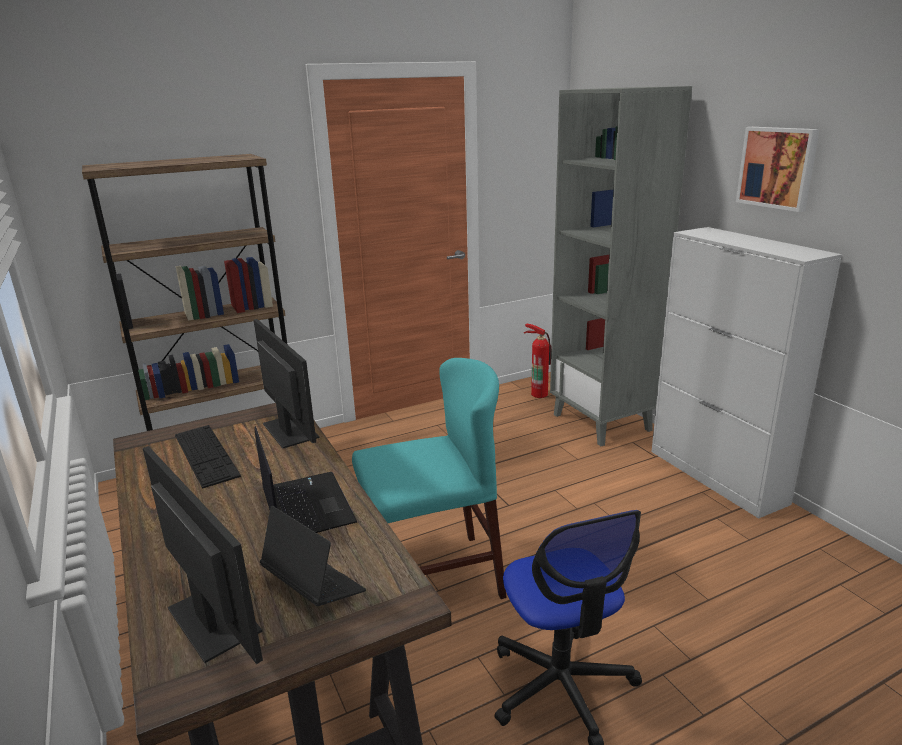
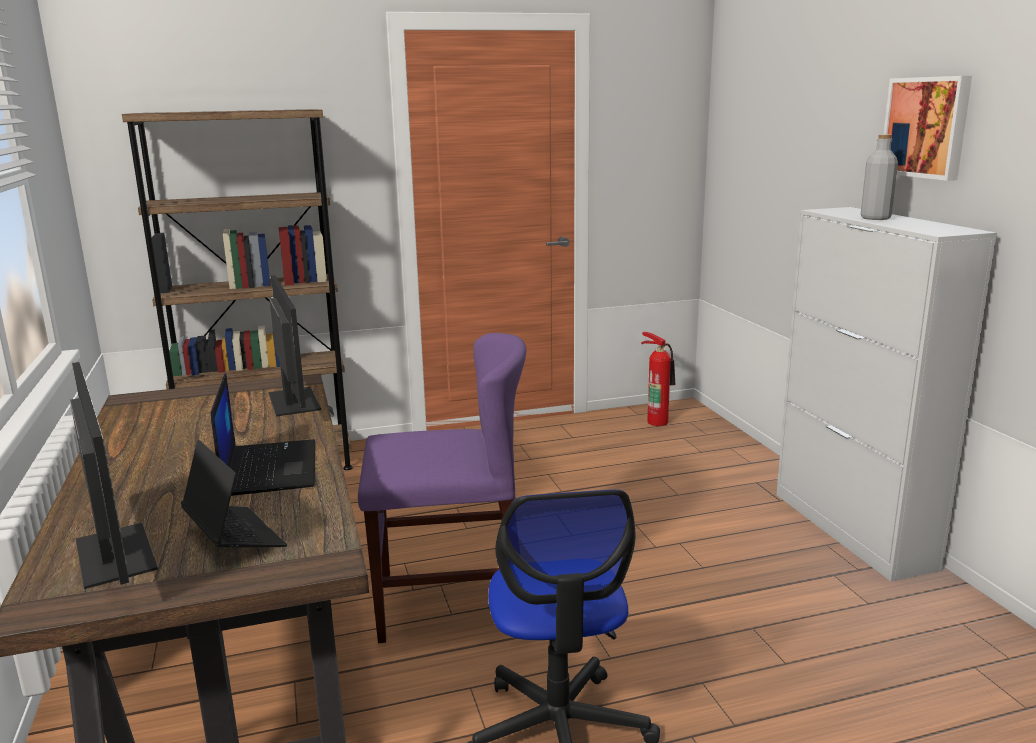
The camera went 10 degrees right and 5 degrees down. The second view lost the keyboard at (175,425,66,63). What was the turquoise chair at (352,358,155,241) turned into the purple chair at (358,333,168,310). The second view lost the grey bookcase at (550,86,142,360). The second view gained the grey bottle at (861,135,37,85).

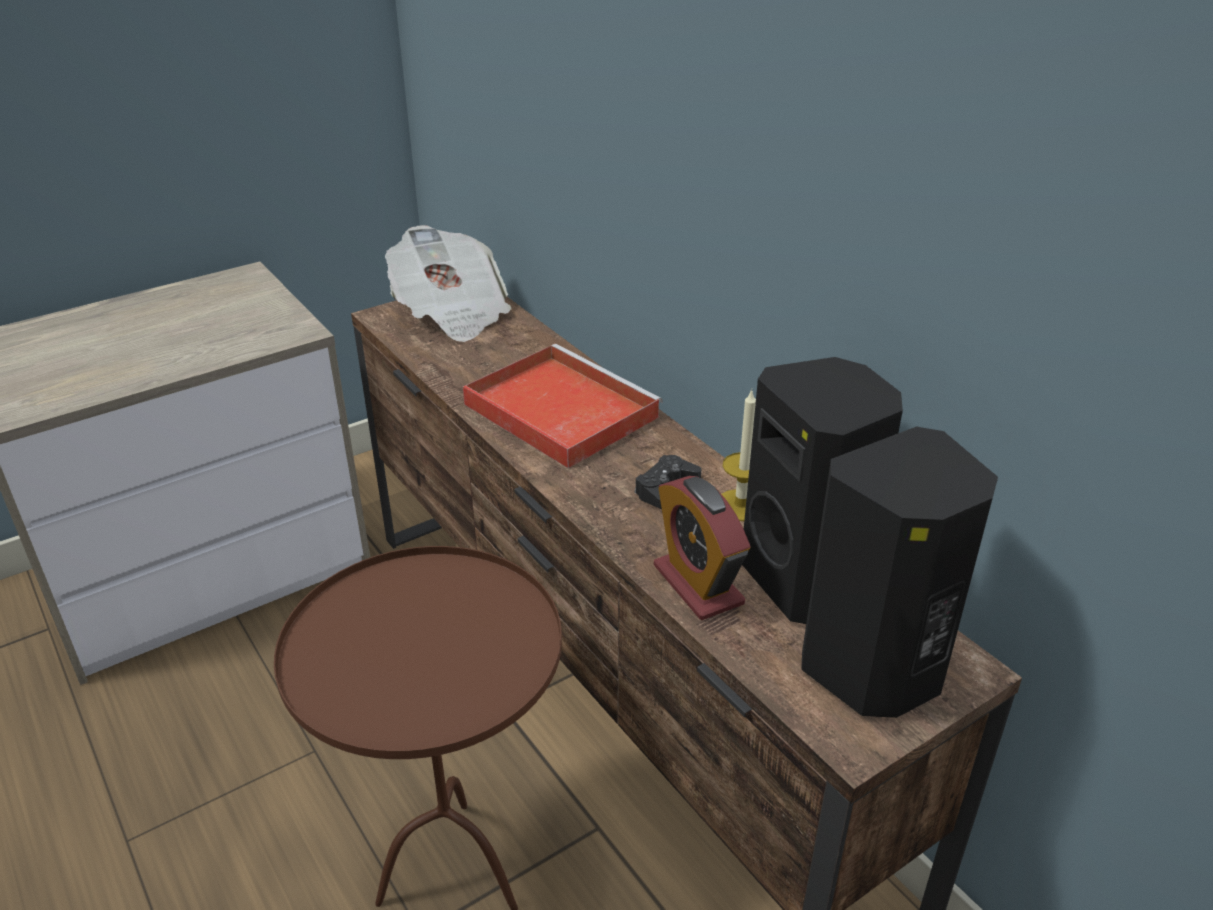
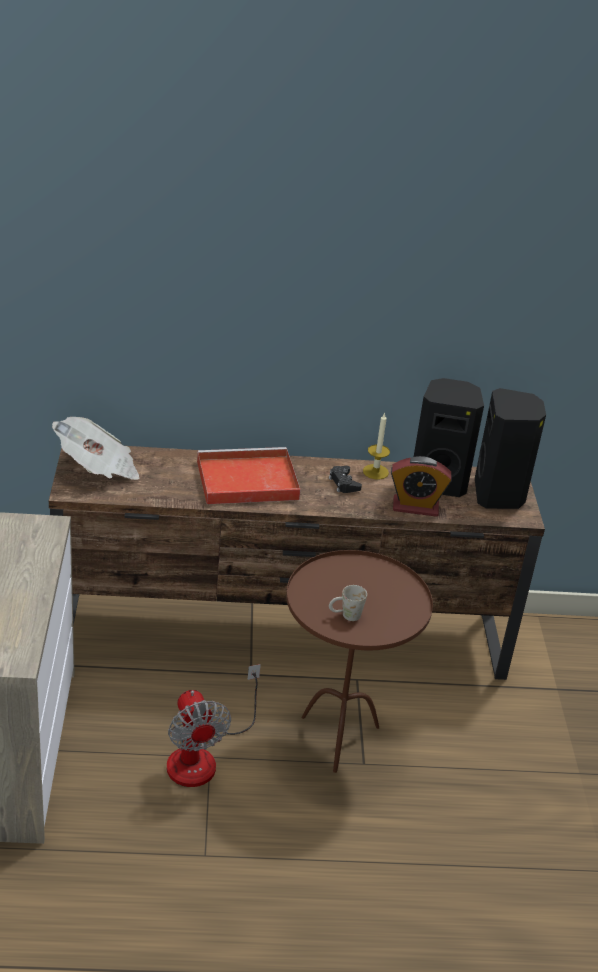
The camera went 60 degrees left and 0 degrees up. The second view gained the fan at (167,664,94,123). The second view gained the white mug at (329,585,38,36).

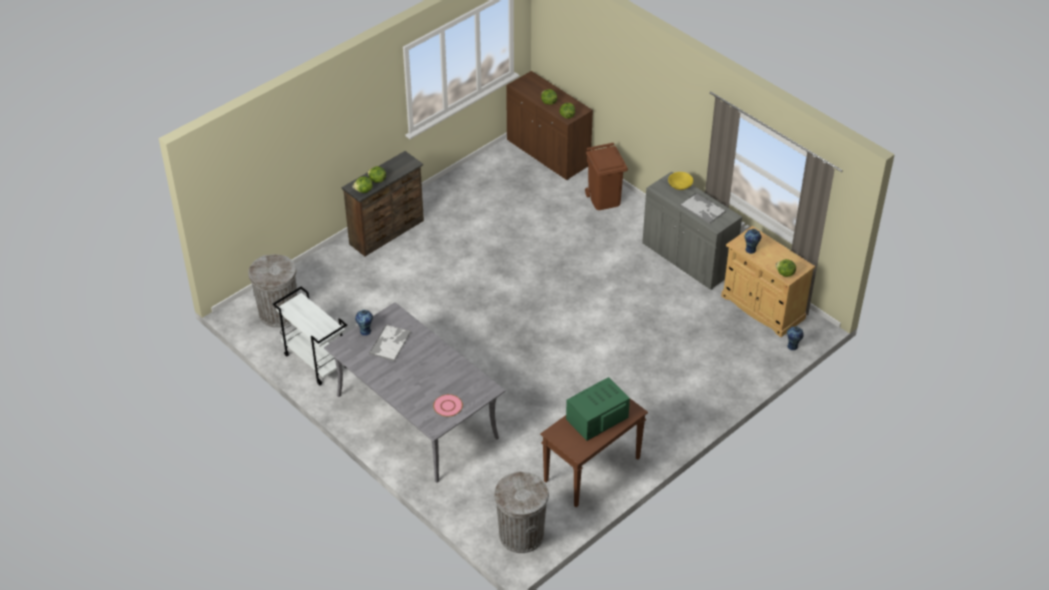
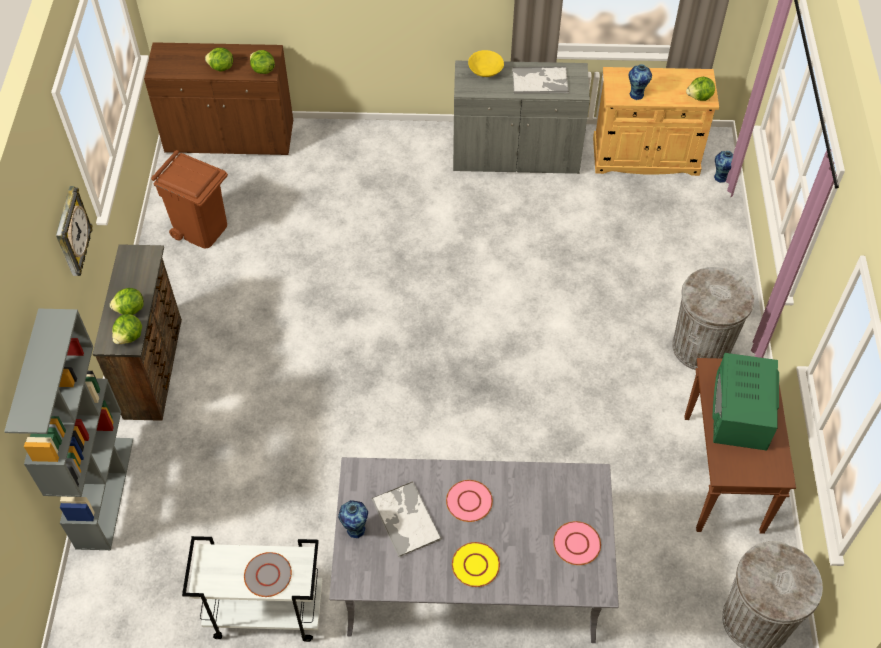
The camera went 45 degrees left and 10 degrees up. The grey trash can ended up elsewhere, having gone from (248,254,49,73) to (672,267,82,103). The brown trash can ended up elsewhere, having gone from (585,143,43,67) to (151,150,77,99). The second view gained the grey bookcase at (4,309,129,241). The second view gained the wall clock at (56,186,37,90). The second view gained the grey plate at (244,552,48,45). The second view gained the pink plate at (446,480,47,42). The second view gained the yellow plate at (452,542,48,45).

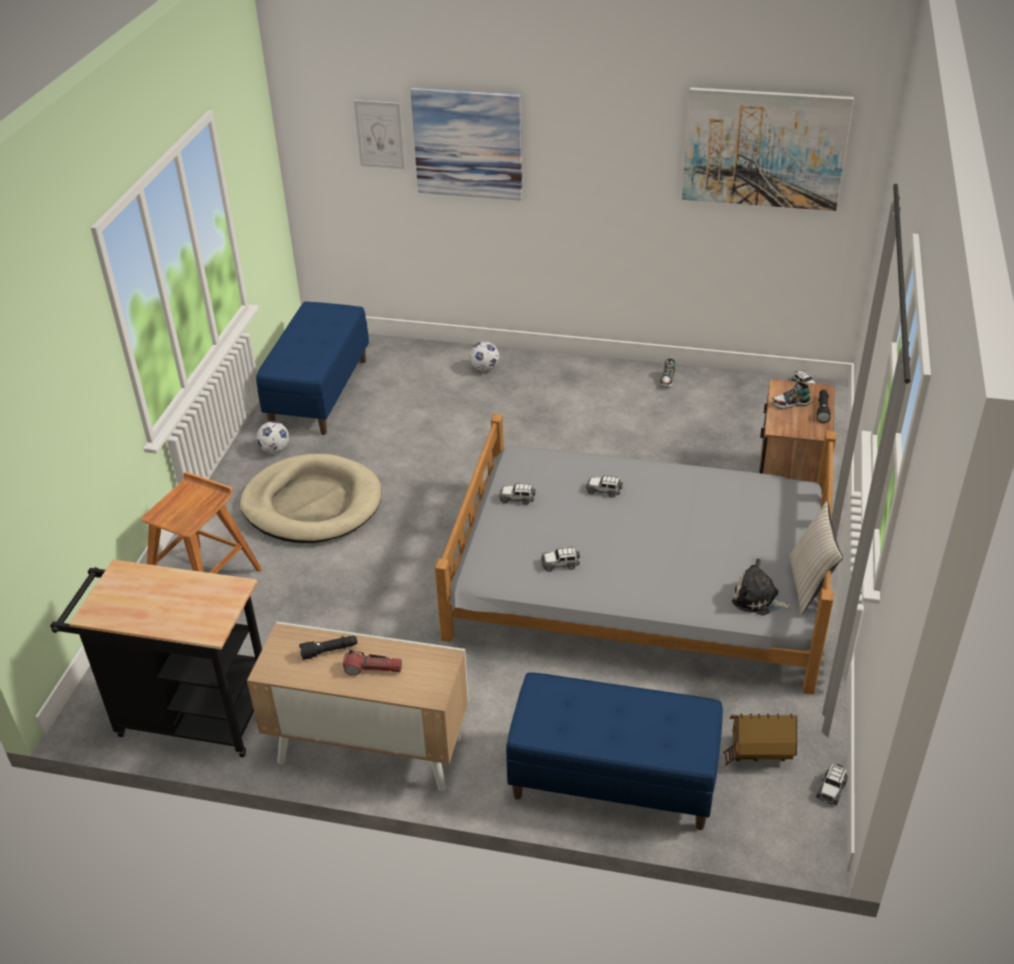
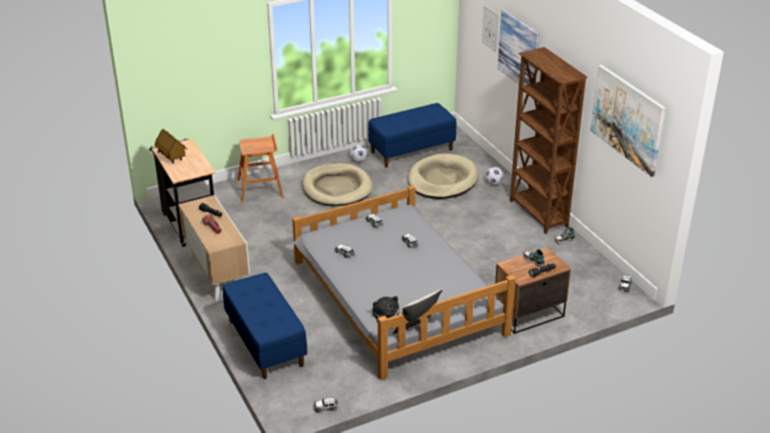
The camera went 50 degrees right and 5 degrees down. The toy house ended up elsewhere, having gone from (723,714,74,51) to (155,129,32,34). The second view gained the beige dog bed at (408,153,70,46). The second view gained the brown bookcase at (510,47,78,187).

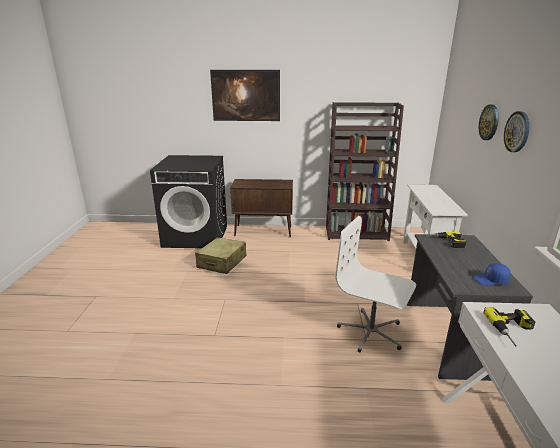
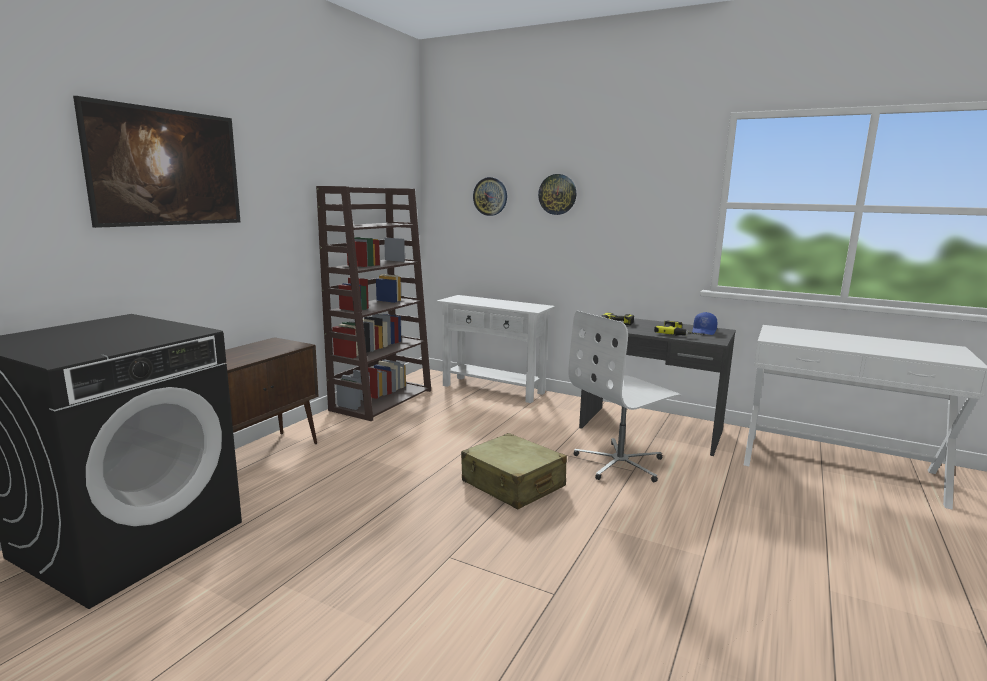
The camera went 65 degrees left and 10 degrees down. The beige suitcase ended up elsewhere, having gone from (195,237,51,37) to (461,433,106,76). The power drill ended up elsewhere, having gone from (484,307,51,40) to (654,320,50,15). The wall clock ended up elsewhere, having gone from (504,111,26,41) to (473,177,34,39).

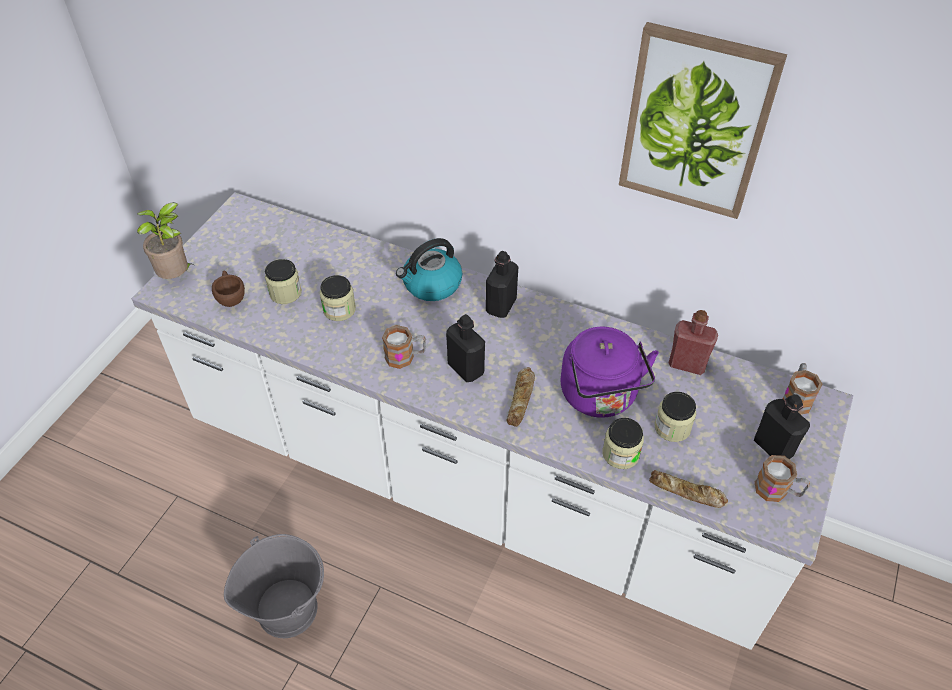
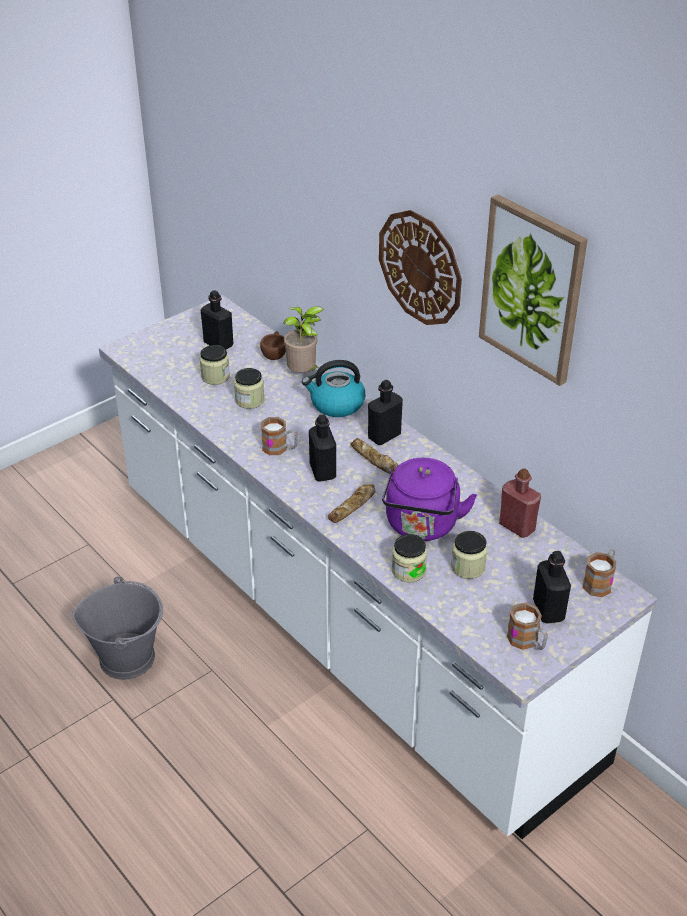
The camera went 25 degrees right and 10 degrees down. The potted plant ended up elsewhere, having gone from (137,202,56,77) to (284,306,40,66). The brown cup ended up elsewhere, having gone from (212,270,33,37) to (260,331,26,29). The bread ended up elsewhere, having gone from (649,470,79,38) to (350,438,48,36). The second view gained the black bottle at (201,290,32,60). The second view gained the wall clock at (379,210,83,115).

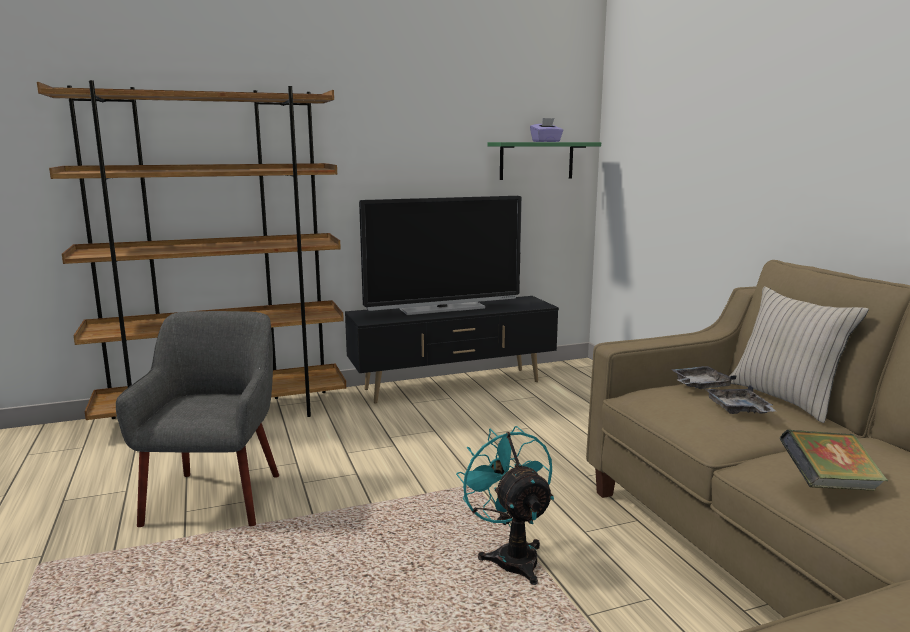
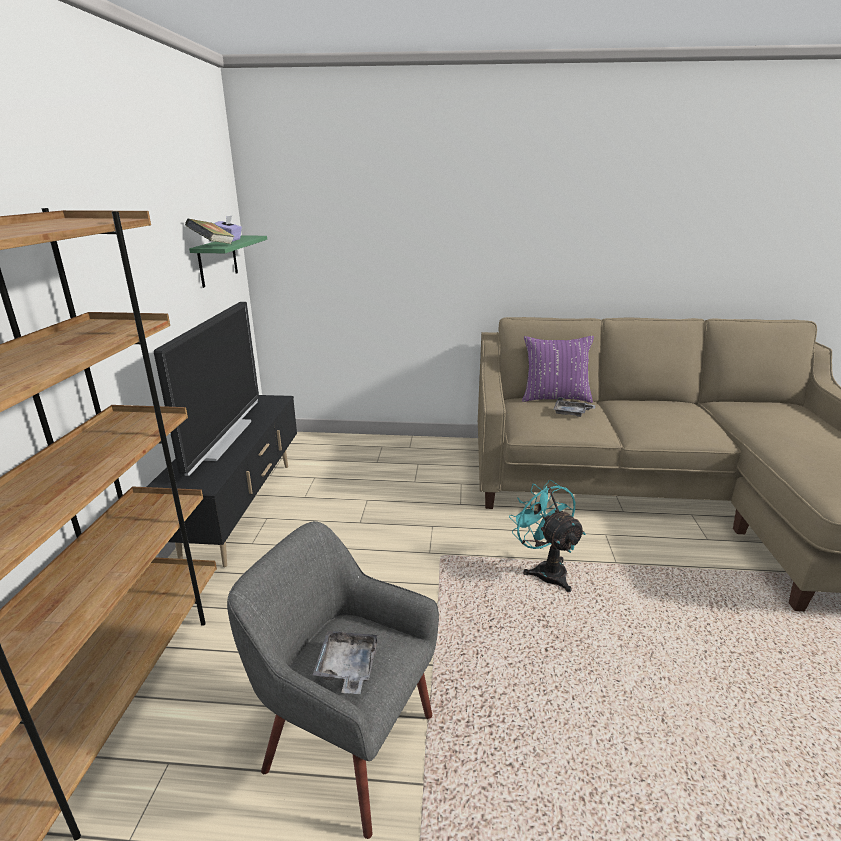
The camera went 65 degrees left and 10 degrees up. The turquoise fan at (456,426,98,159) ended up facing another way, 60 degrees clockwise from before. The grey tray ended up elsewhere, having gone from (672,366,65,23) to (313,631,65,63). What was the beige pillow at (730,286,139,137) turned into the purple pillow at (522,336,72,67). The book ended up elsewhere, having gone from (780,430,108,61) to (185,218,50,26).

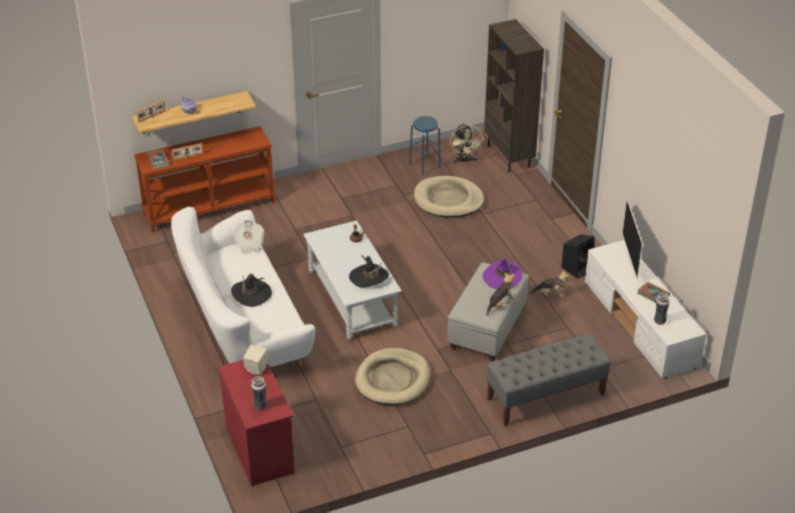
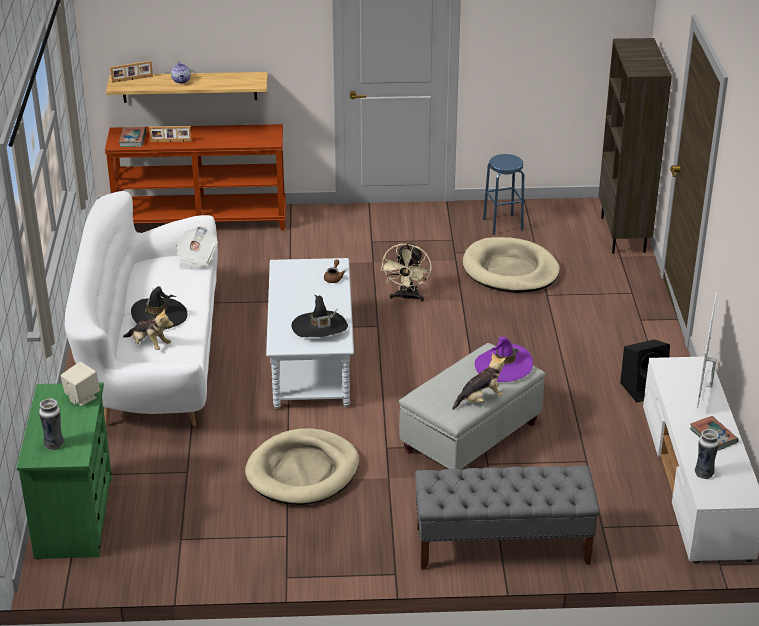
The camera went 20 degrees right and 5 degrees down. What was the red dresser at (218,360,77,126) turned into the green dresser at (17,382,95,177). The beige fan ended up elsewhere, having gone from (450,123,34,40) to (381,242,51,60). The plush toy ended up elsewhere, having gone from (529,269,42,28) to (123,309,51,41).

